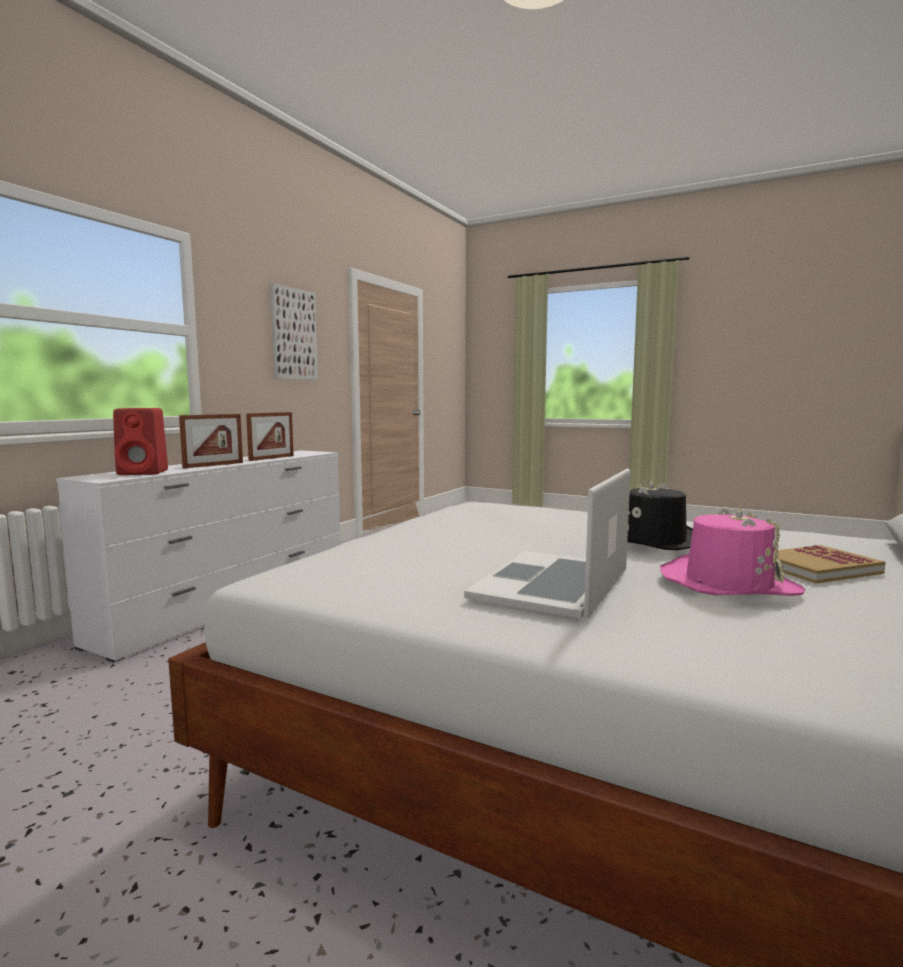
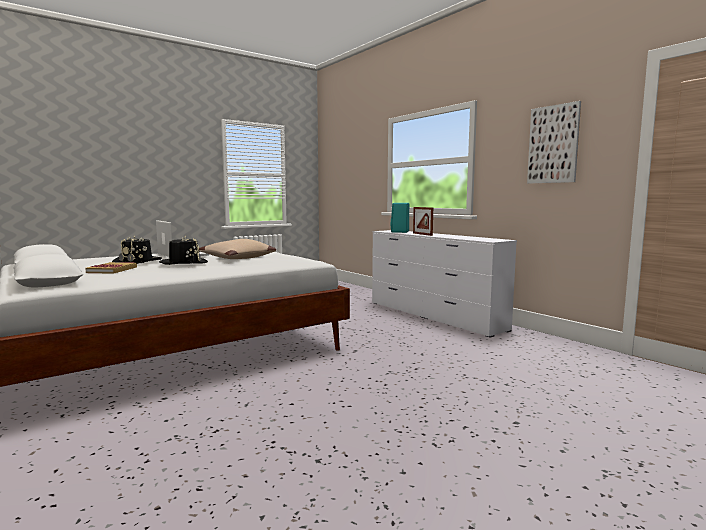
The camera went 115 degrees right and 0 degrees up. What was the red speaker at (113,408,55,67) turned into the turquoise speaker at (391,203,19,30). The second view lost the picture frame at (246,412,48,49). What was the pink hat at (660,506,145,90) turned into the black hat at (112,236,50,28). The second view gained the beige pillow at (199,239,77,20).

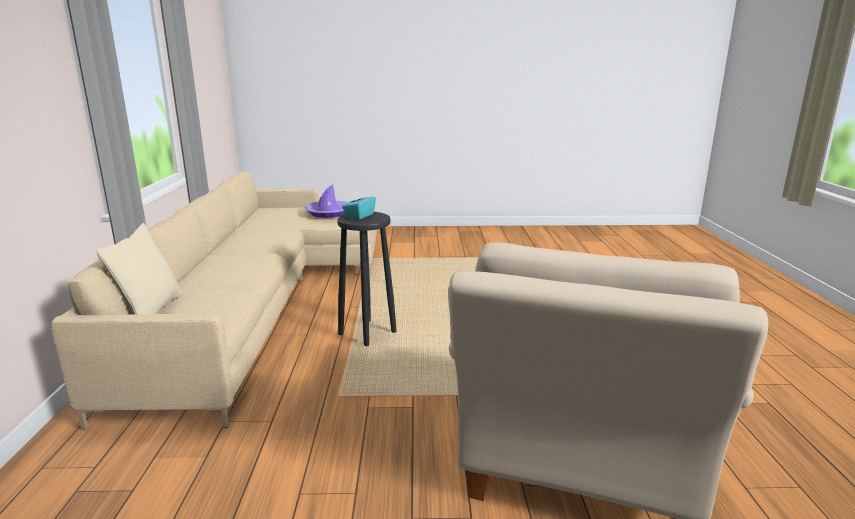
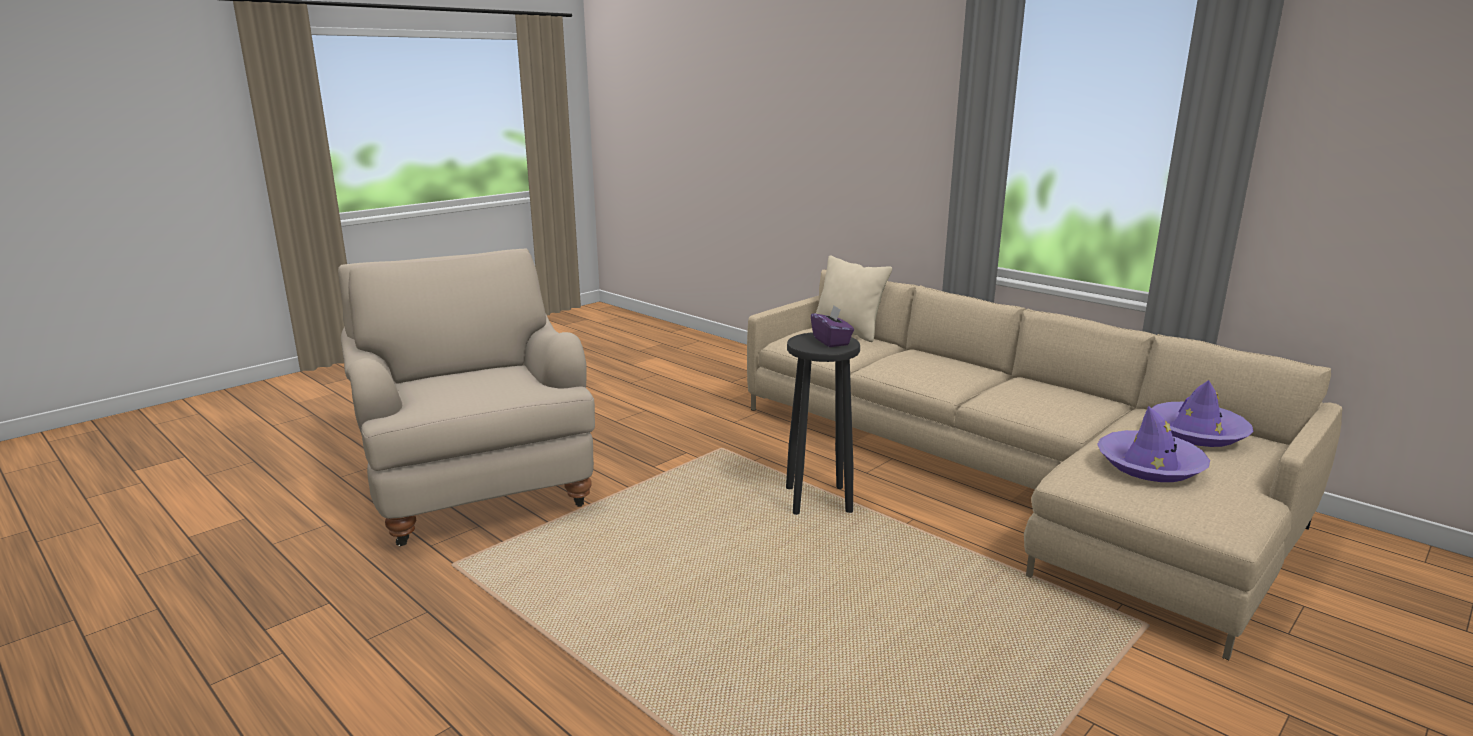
The camera went 135 degrees right and 0 degrees up. What was the turquoise tissue box at (342,190,34,30) turned into the purple tissue box at (811,306,43,41). The second view gained the purple hat at (1152,380,101,67).

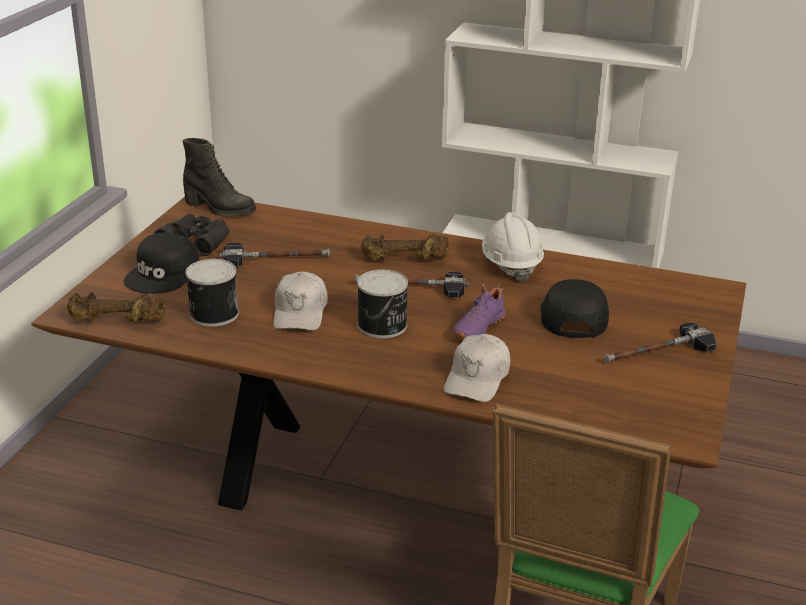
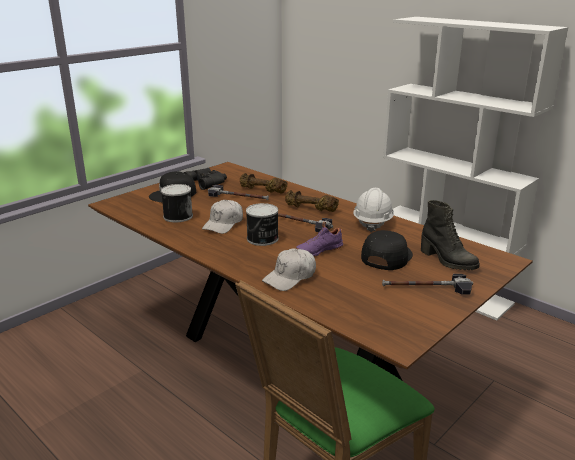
The camera went 25 degrees right and 5 degrees down. The brown dumbbell ended up elsewhere, having gone from (67,292,99,31) to (240,173,48,21). The black boot ended up elsewhere, having gone from (182,138,74,79) to (421,200,59,70).

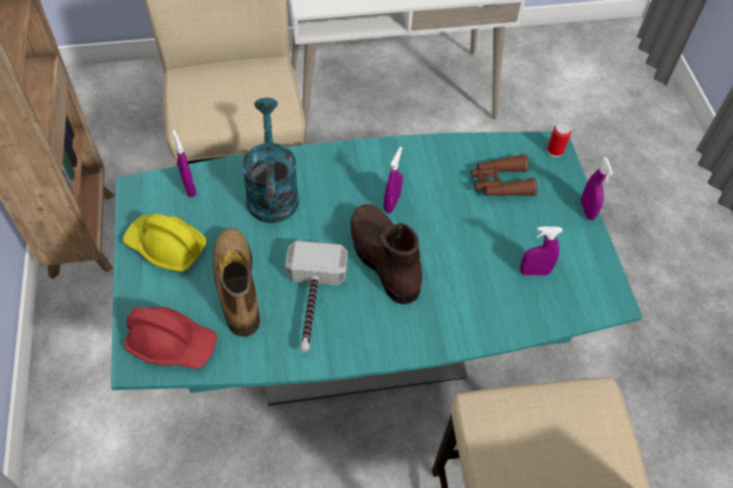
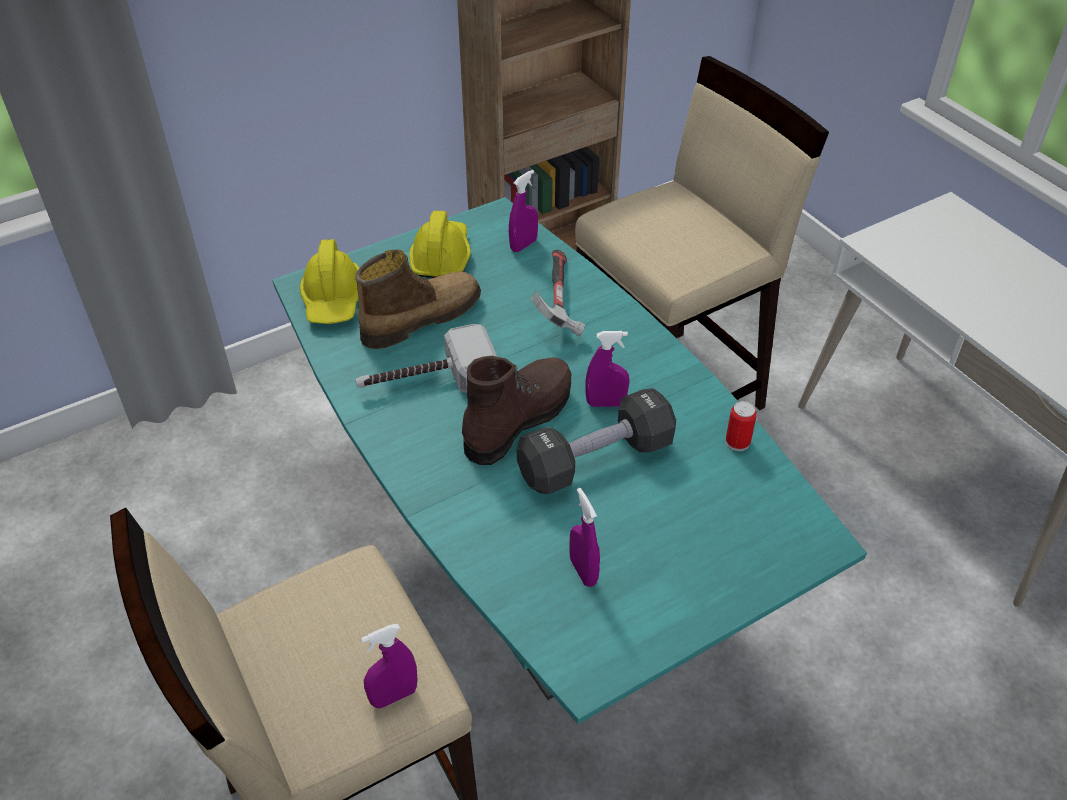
The camera went 70 degrees right and 10 degrees down. What was the red hard hat at (124,307,93,62) turned into the yellow hard hat at (300,239,59,85). Where the turquoise watering can stood at (242,98,57,125), the hammer came to stand at (530,250,55,86). The second view lost the brown binoculars at (470,154,67,42). The can ended up elsewhere, having gone from (547,123,24,34) to (726,401,31,50). The purple spray bottle ended up elsewhere, having gone from (581,157,32,63) to (361,624,57,84). The second view gained the black dumbbell at (517,388,159,106).

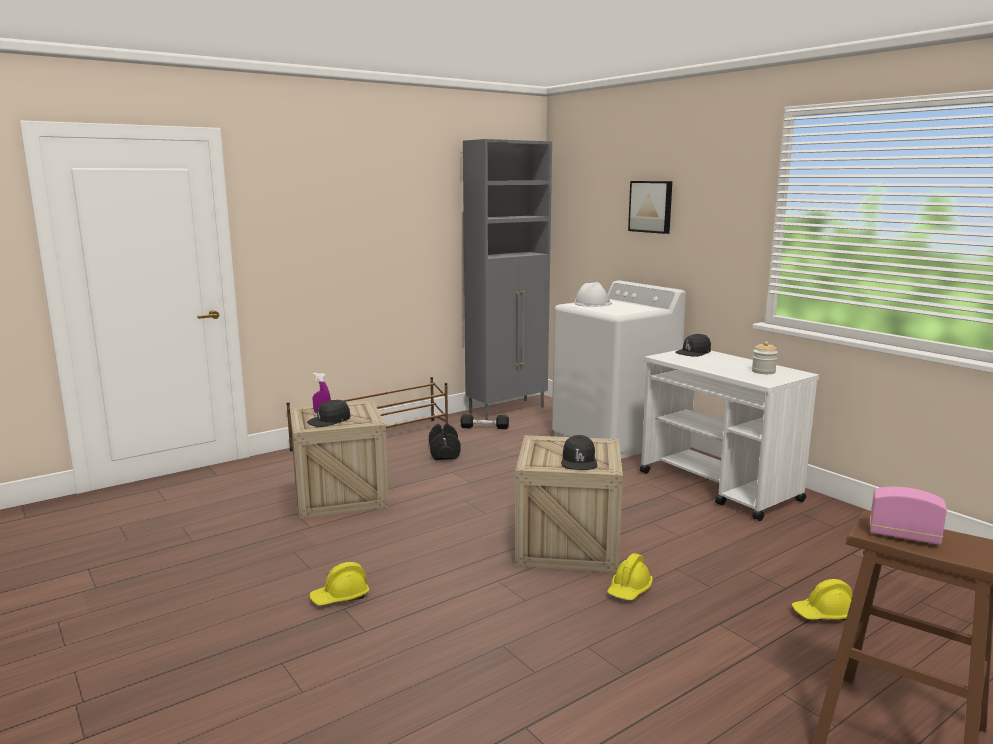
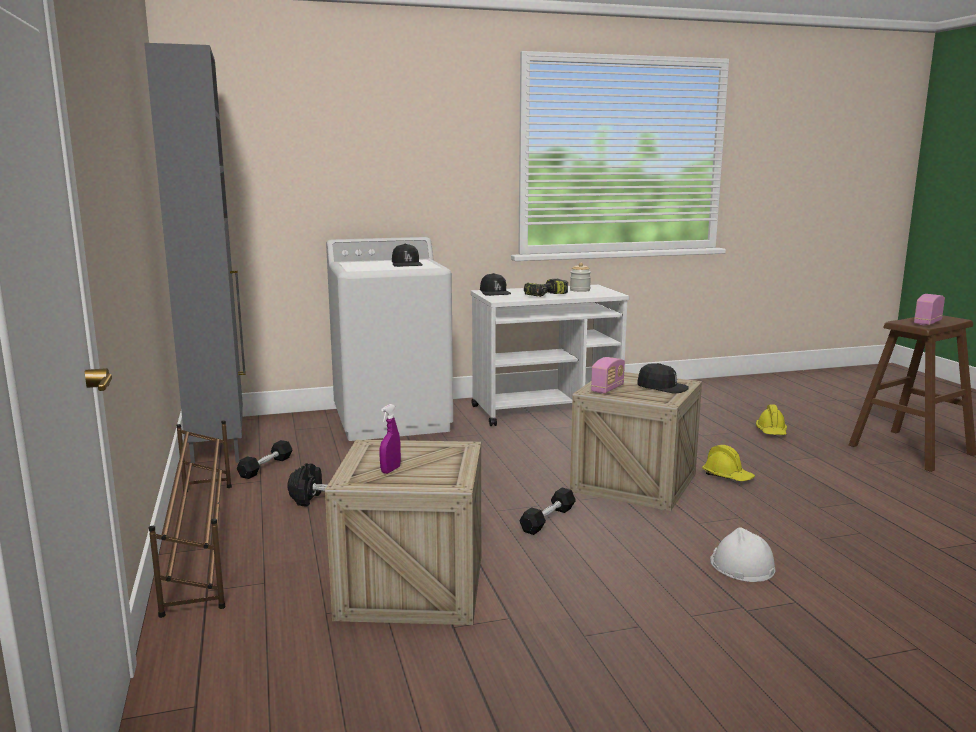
The camera went 70 degrees left and 0 degrees up. The black cap ended up elsewhere, having gone from (307,400,44,27) to (392,244,31,23). The second view lost the yellow hard hat at (310,562,60,43). The white hard hat ended up elsewhere, having gone from (575,282,37,24) to (710,527,65,55). The second view lost the picture at (628,181,44,53). The second view gained the black dumbbell at (519,488,57,47). The second view gained the power drill at (524,279,44,18). The second view gained the radio at (591,357,34,37).

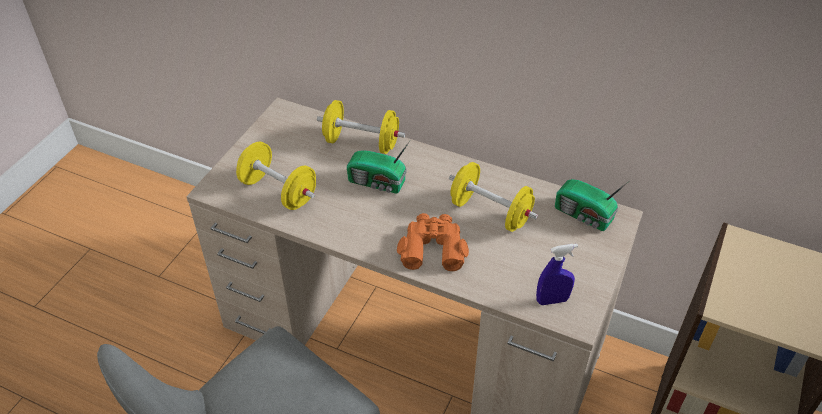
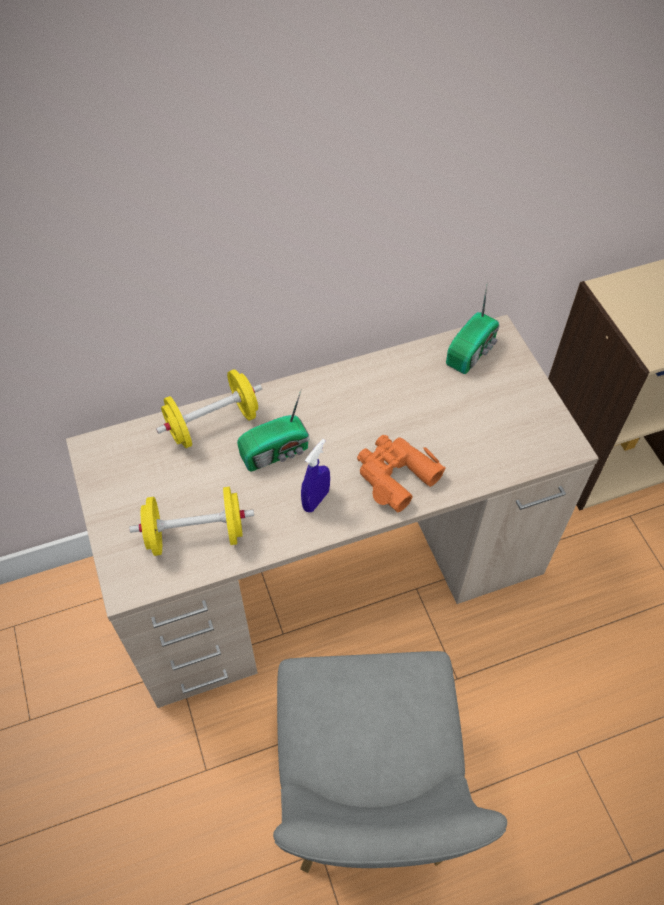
The camera went 45 degrees left and 10 degrees up. The second view lost the yellow dumbbell at (449,162,89,70). The blue spray bottle ended up elsewhere, having gone from (536,244,42,61) to (301,439,29,73). The radio at (555,179,74,52) ended up facing another way, 45 degrees counterclockwise from before.

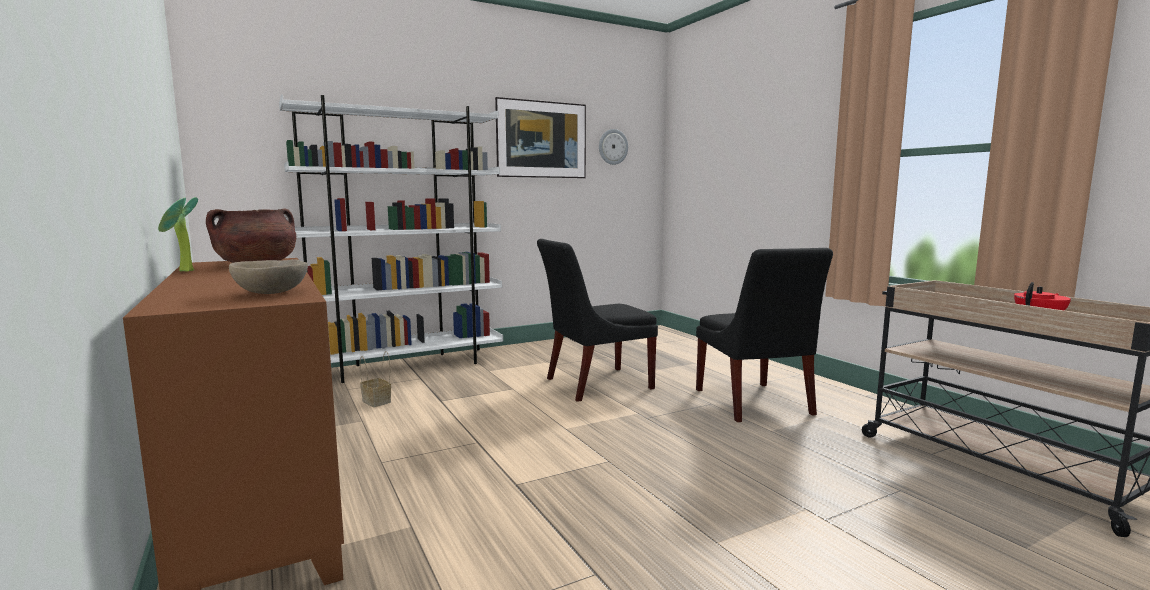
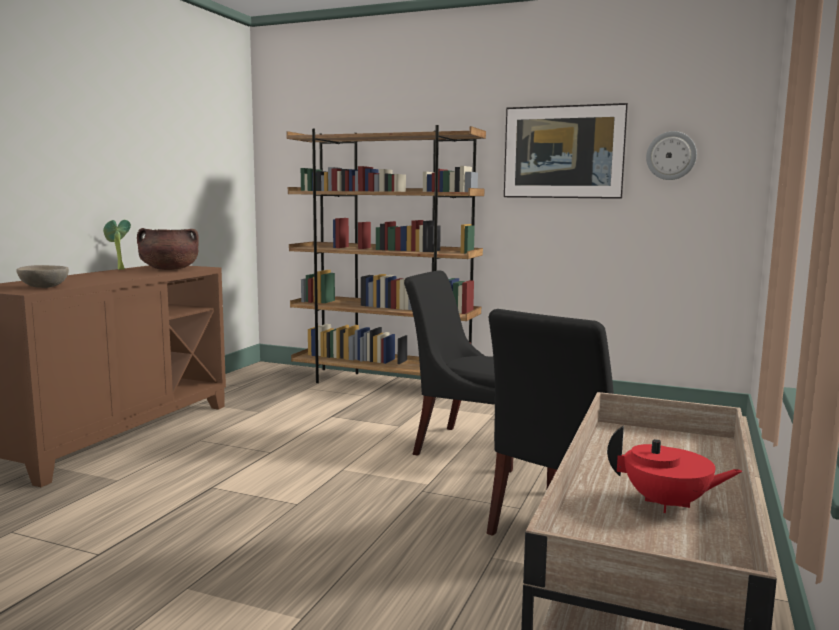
The camera went 50 degrees right and 0 degrees up. What was the white bookcase at (279,95,224,288) turned into the brown bookcase at (286,125,200,258). The second view lost the basket at (360,351,31,56).

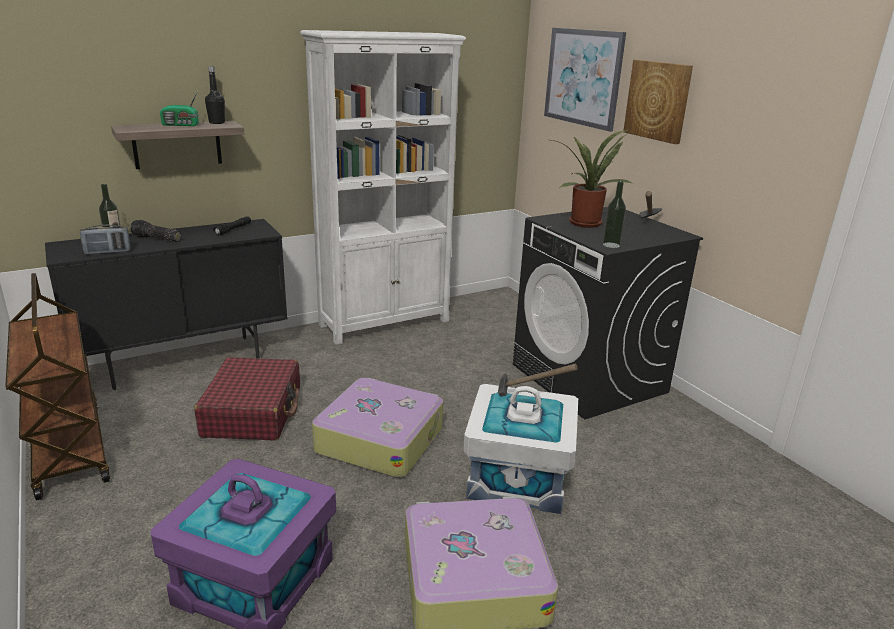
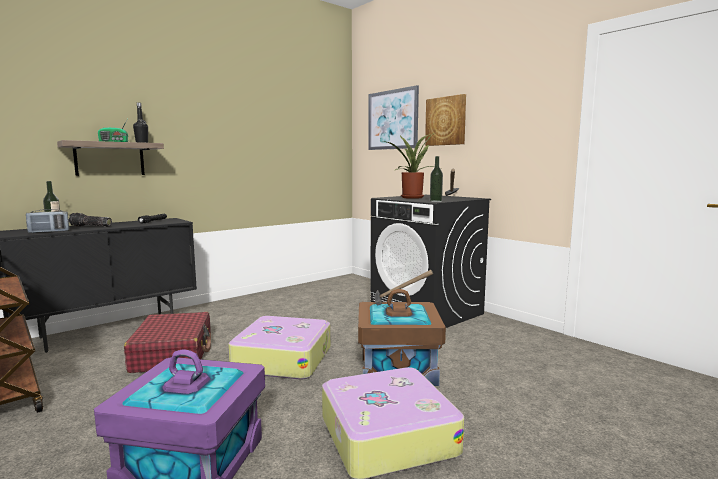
The camera went 10 degrees left and 15 degrees down. The second view lost the white bookcase at (300,30,166,315). What was the white storage box at (463,384,115,130) turned into the brown storage box at (358,289,88,97).

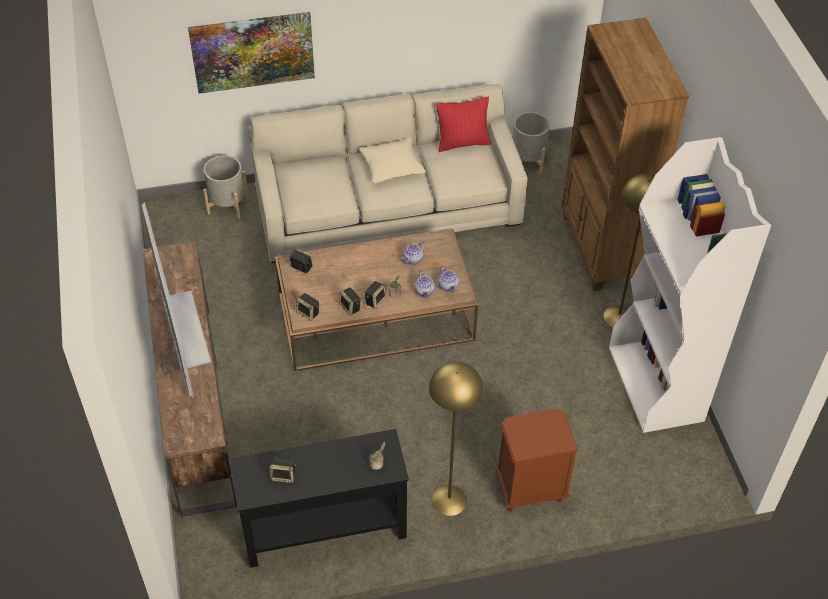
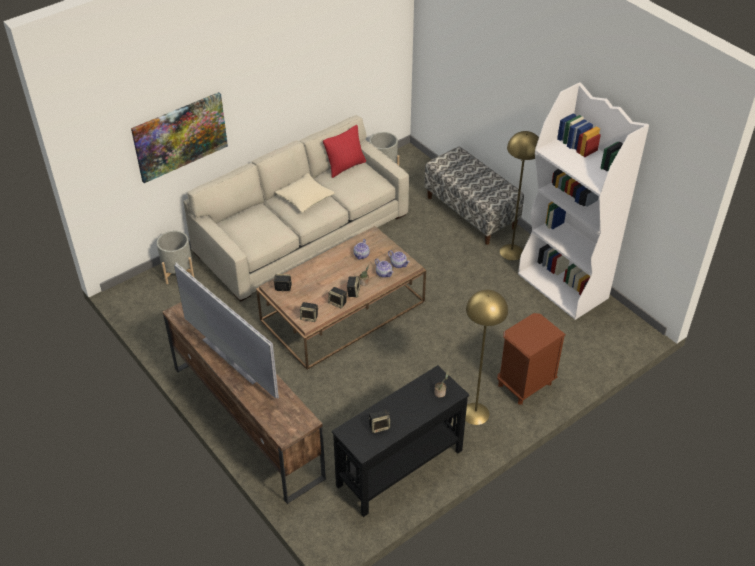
The camera went 25 degrees left and 5 degrees down. Where the brown bookcase stood at (562,18,127,273), the bench came to stand at (424,147,100,98).

